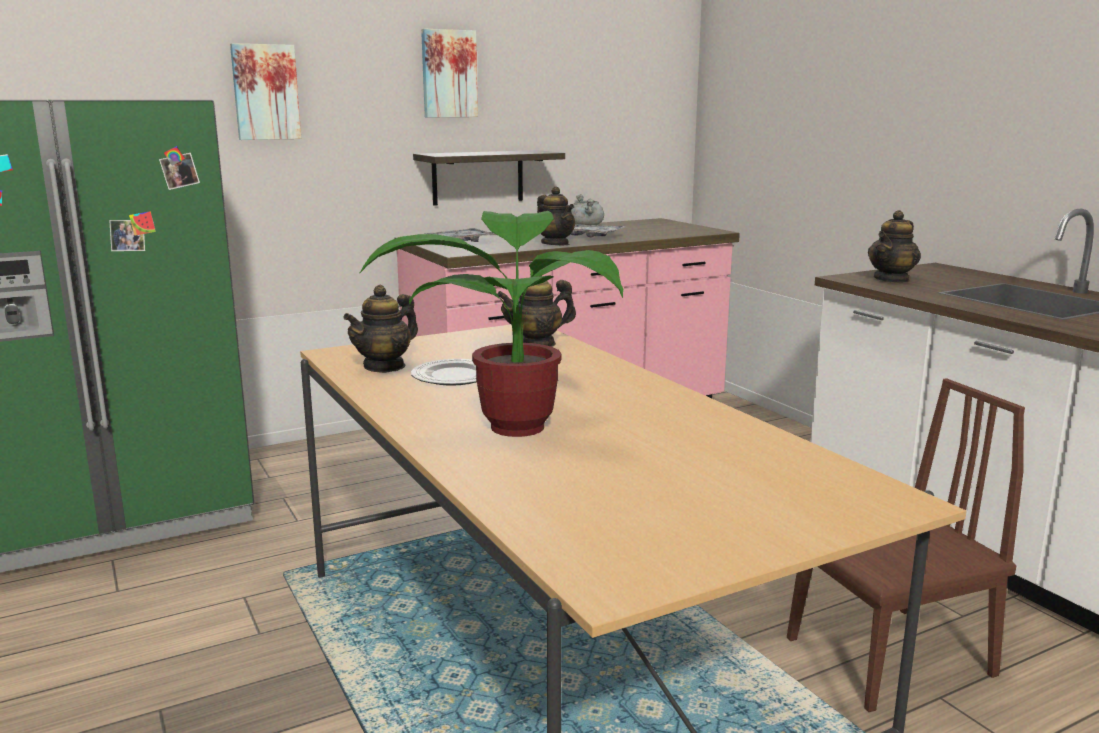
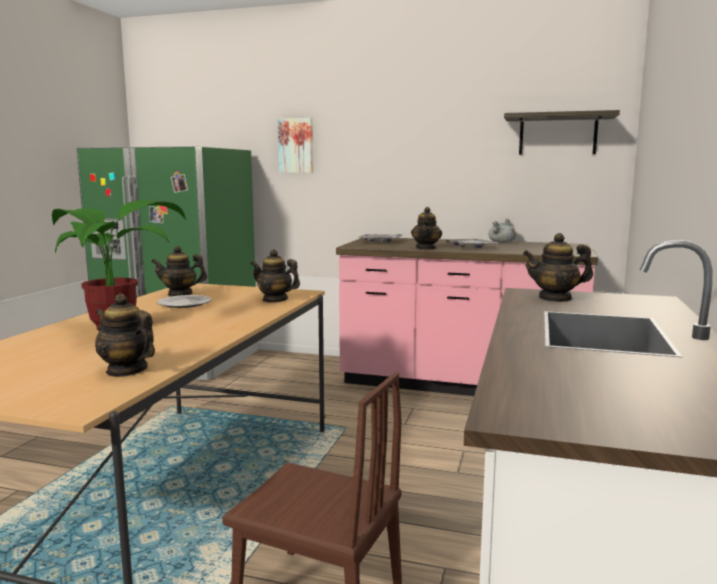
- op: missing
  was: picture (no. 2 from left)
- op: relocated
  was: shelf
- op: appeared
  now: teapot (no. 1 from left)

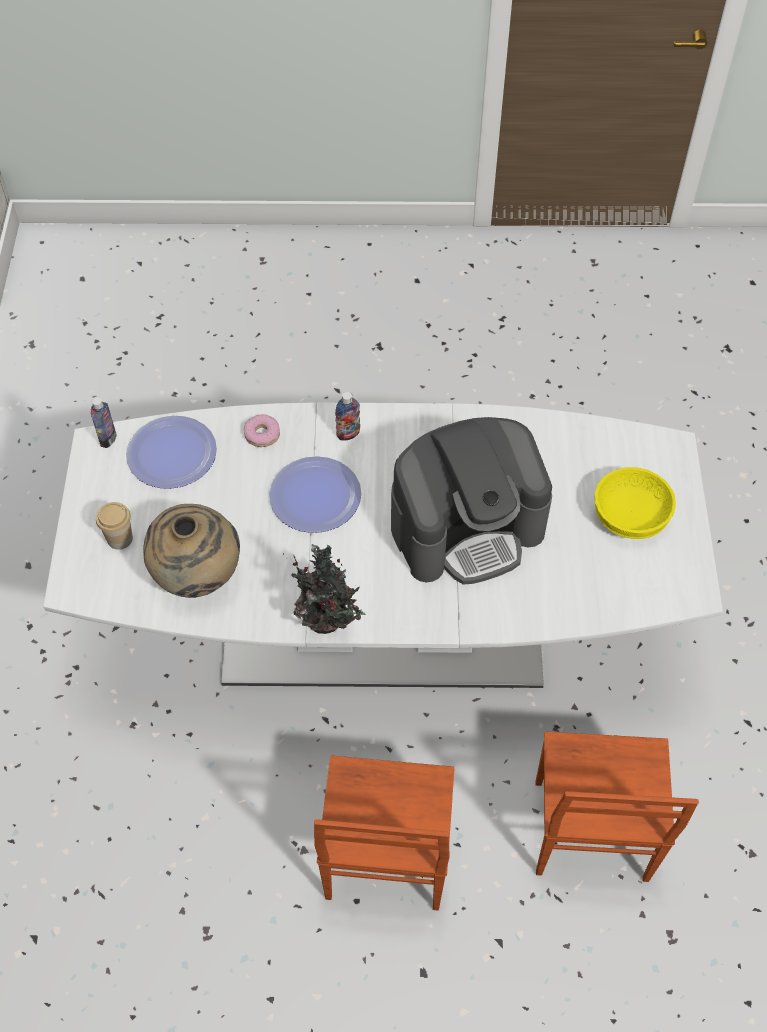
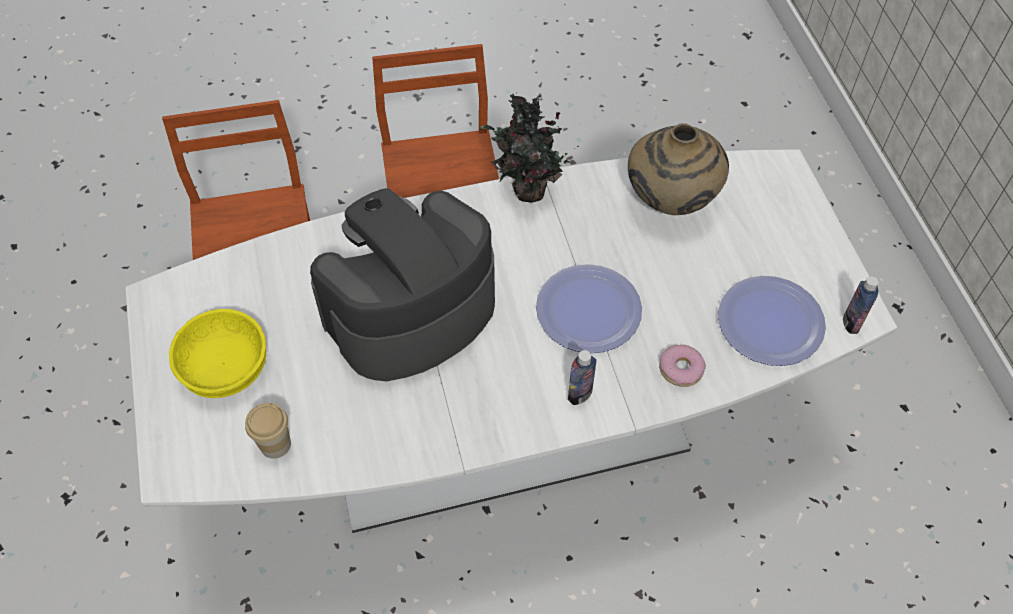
- op: relocated
  was: cup

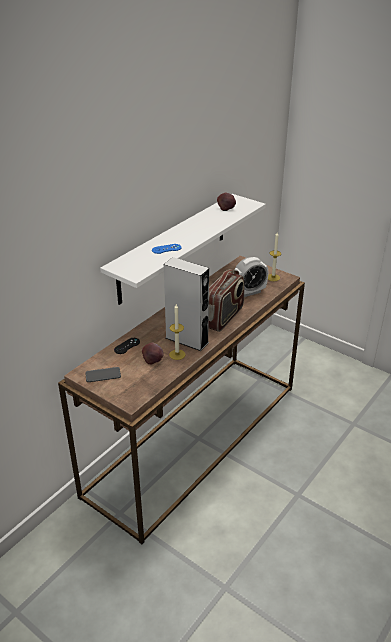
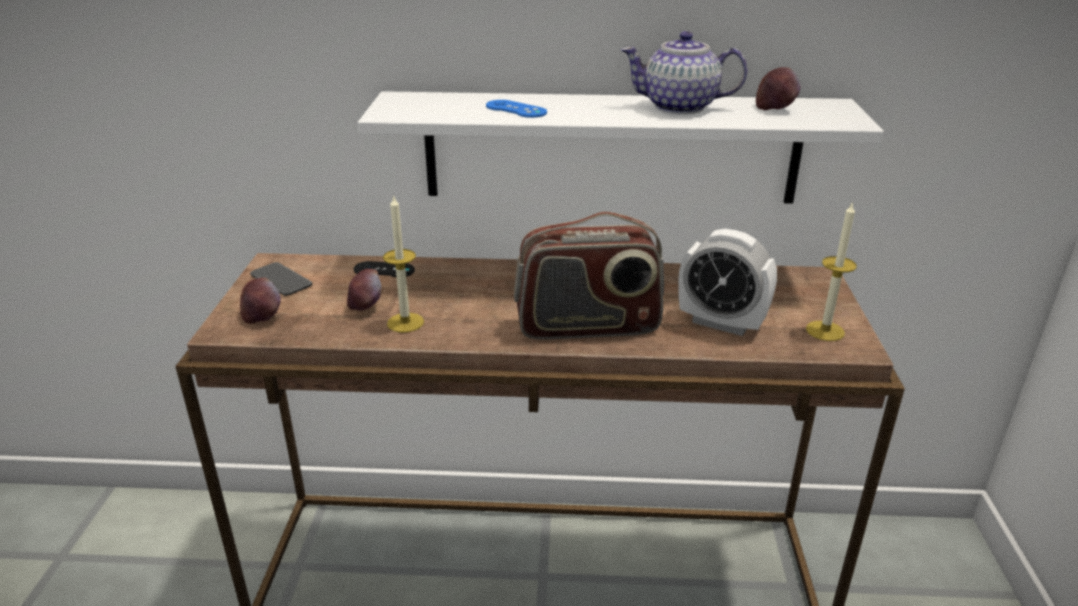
- op: missing
  was: grey speaker
- op: appeared
  now: teapot
- op: appeared
  now: apple (no. 1 from left)

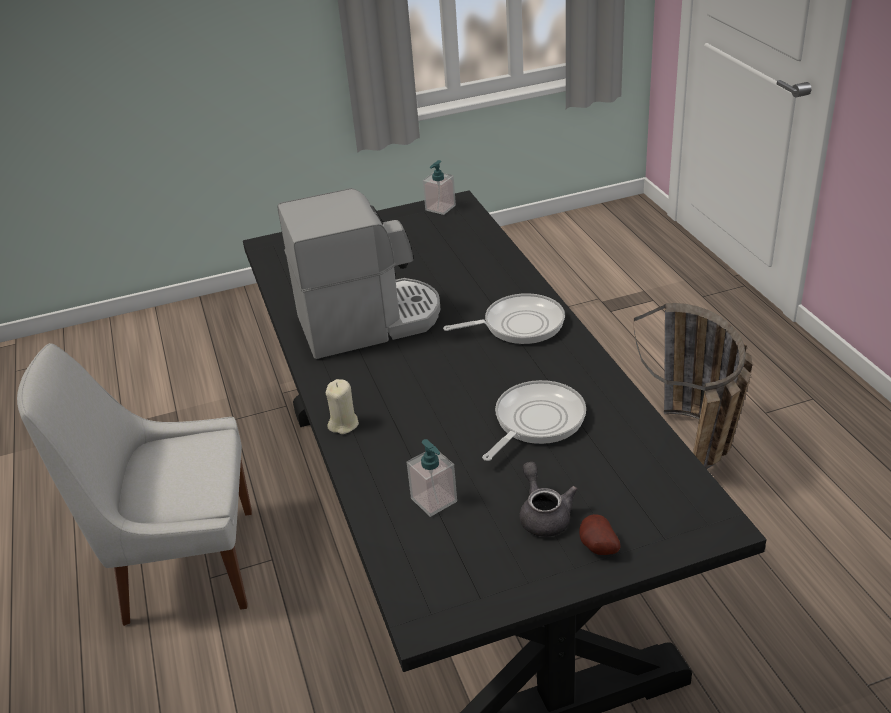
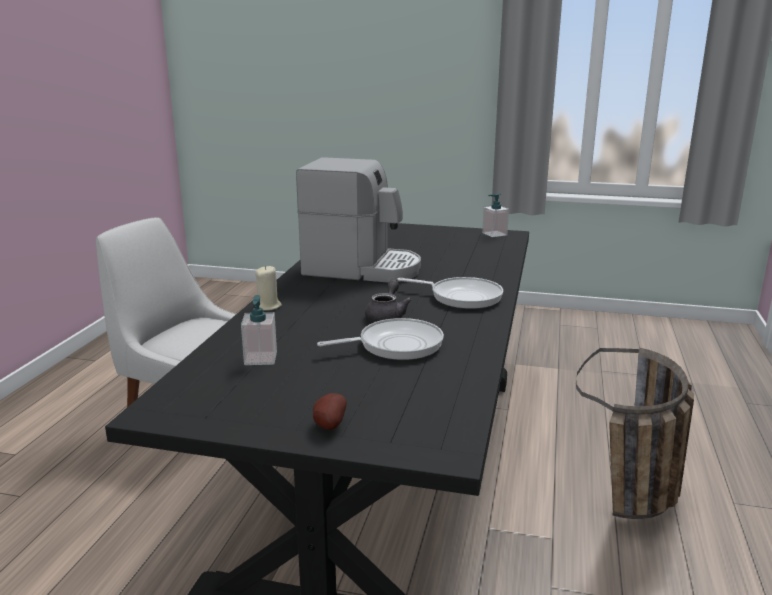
- op: relocated
  was: grey teapot

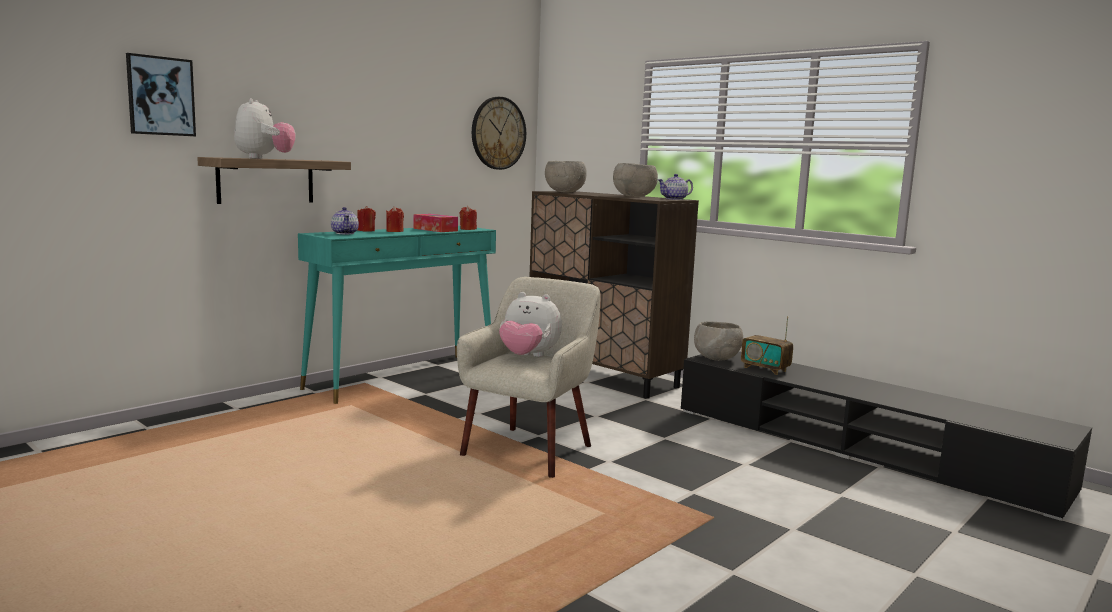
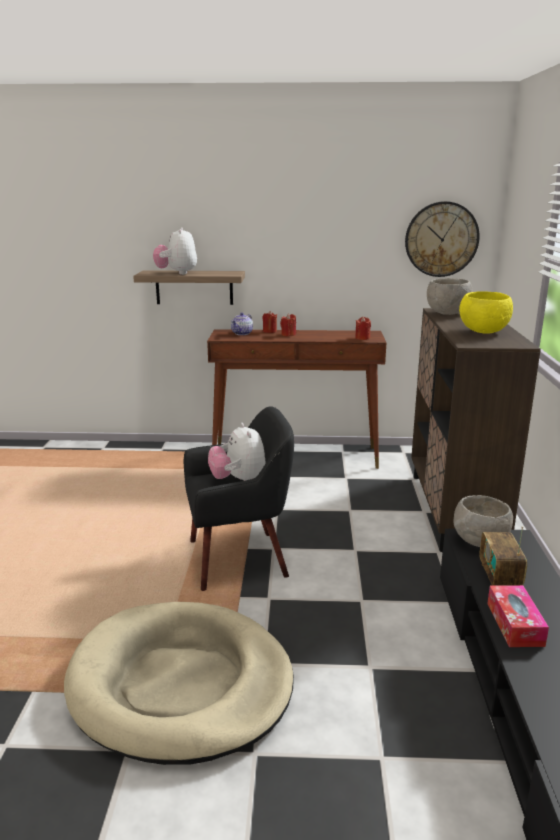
- op: missing
  was: picture
- op: spun
  was: plush toy (no. 1 from left)
  clockwise: 135
- op: colour
  was: grey bowl (no. 2 from left)
  now: yellow bowl
- op: missing
  was: teapot (no. 2 from left)
- op: relocated
  was: tissue box
- op: colour
  was: turquoise console table
  now: brown console table
- op: colour
  was: beige armchair
  now: black armchair
- op: appeared
  now: beige dog bed

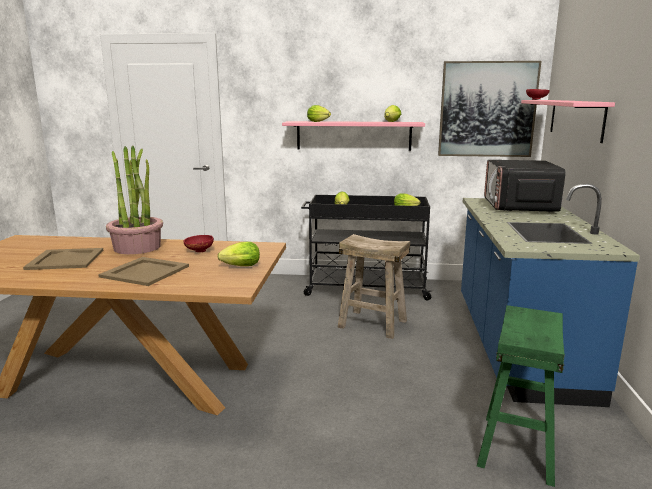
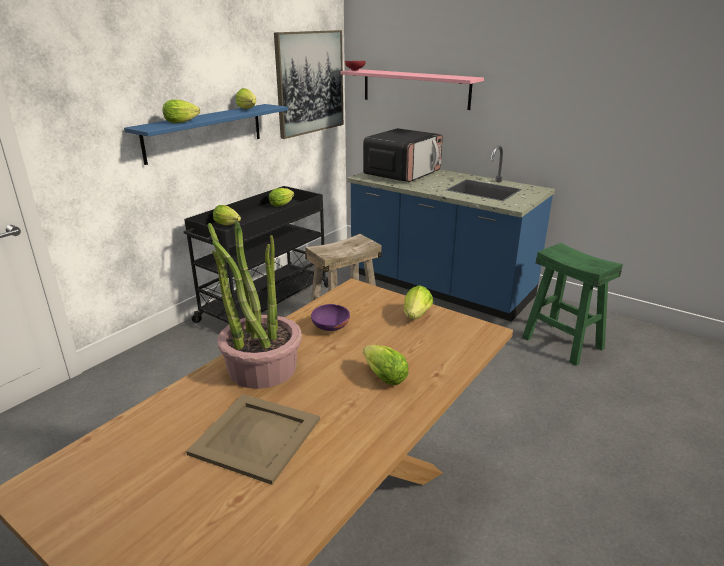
- op: colour
  was: pink shelf (no. 1 from left)
  now: blue shelf
- op: spun
  was: microwave
  clockwise: -90
- op: colour
  was: red bowl (no. 1 from left)
  now: purple bowl
- op: exchanged
  was: beige tray (no. 2 from left)
  now: lettuce (no. 5 from left)

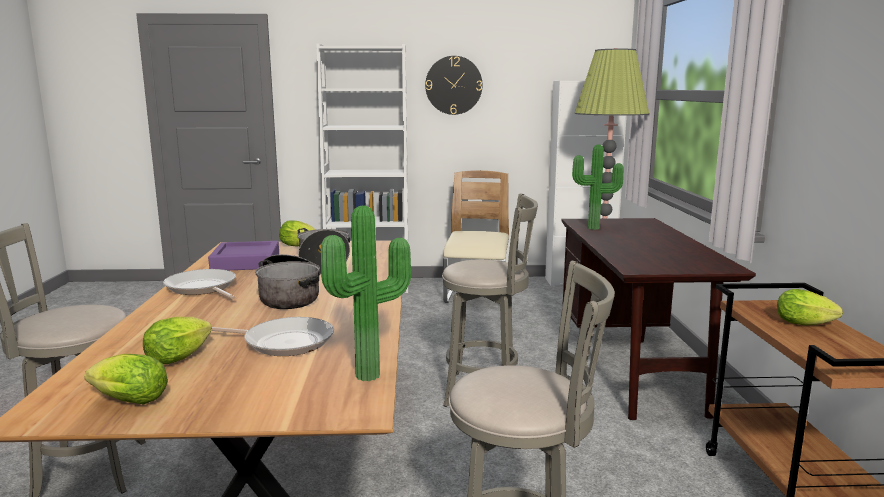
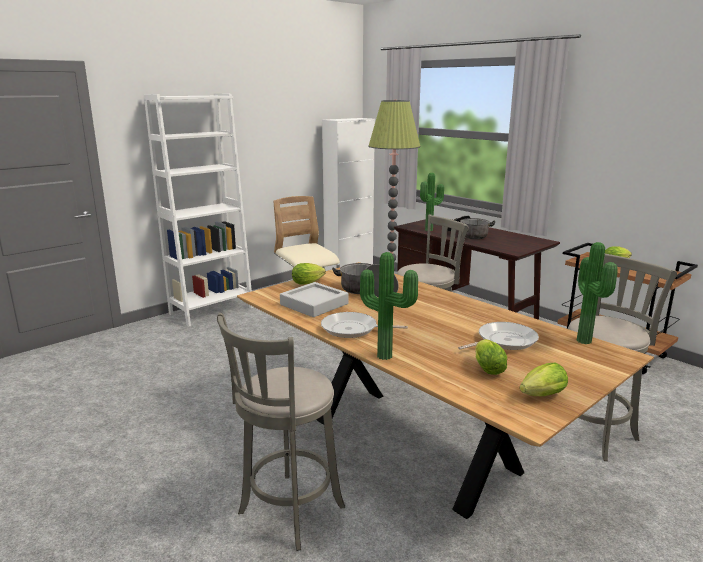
- op: missing
  was: wall clock
- op: colour
  was: purple tray
  now: grey tray
- op: relocated
  was: cooking pot (no. 1 from left in the first image)
  now: cooking pot (no. 2 from left)
- op: appeared
  now: potted plant (no. 1 from left)

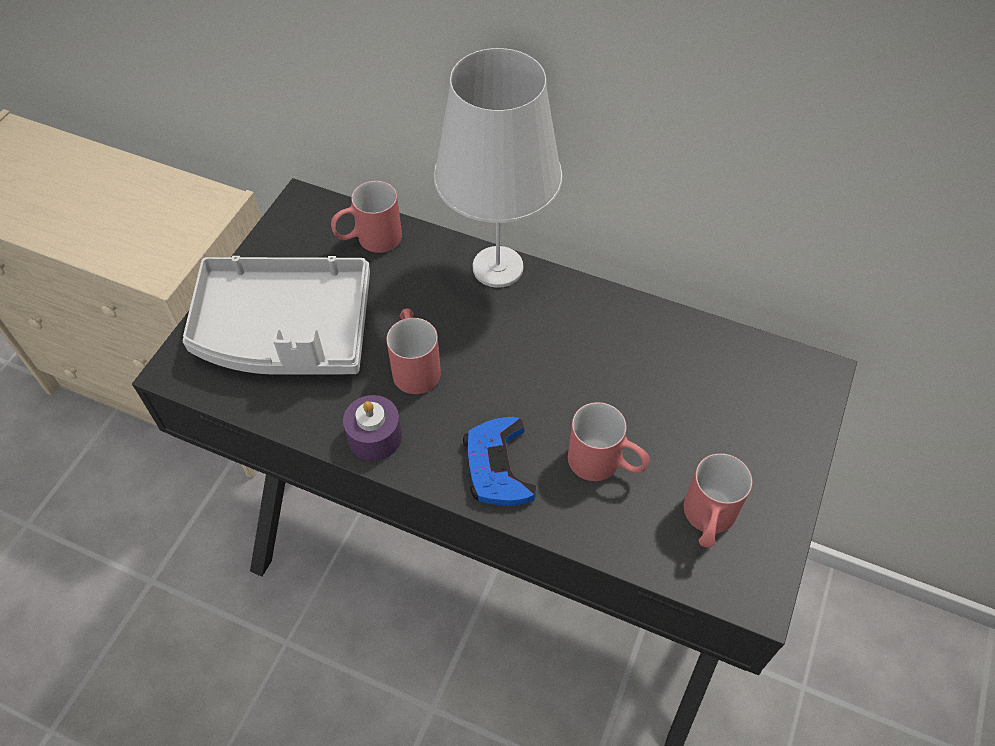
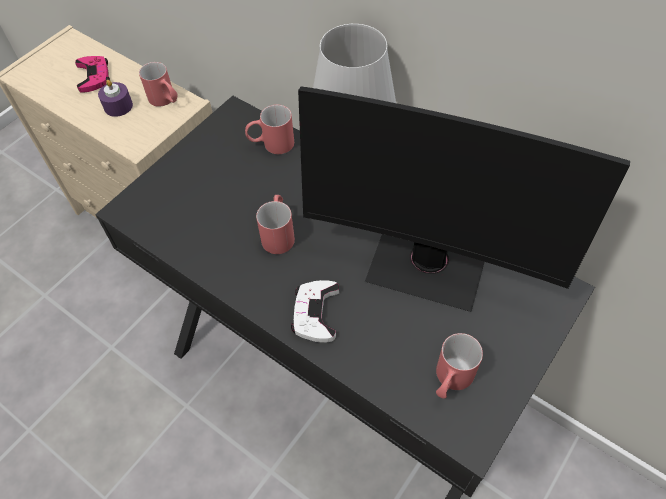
- op: missing
  was: grey tray
- op: relocated
  was: purple candle
- op: relocated
  was: red mug (no. 3 from left in the first image)
  now: red mug (no. 1 from left)
- op: colour
  was: blue game controller
  now: white game controller
- op: appeared
  now: pink game controller
- op: appeared
  now: monitor

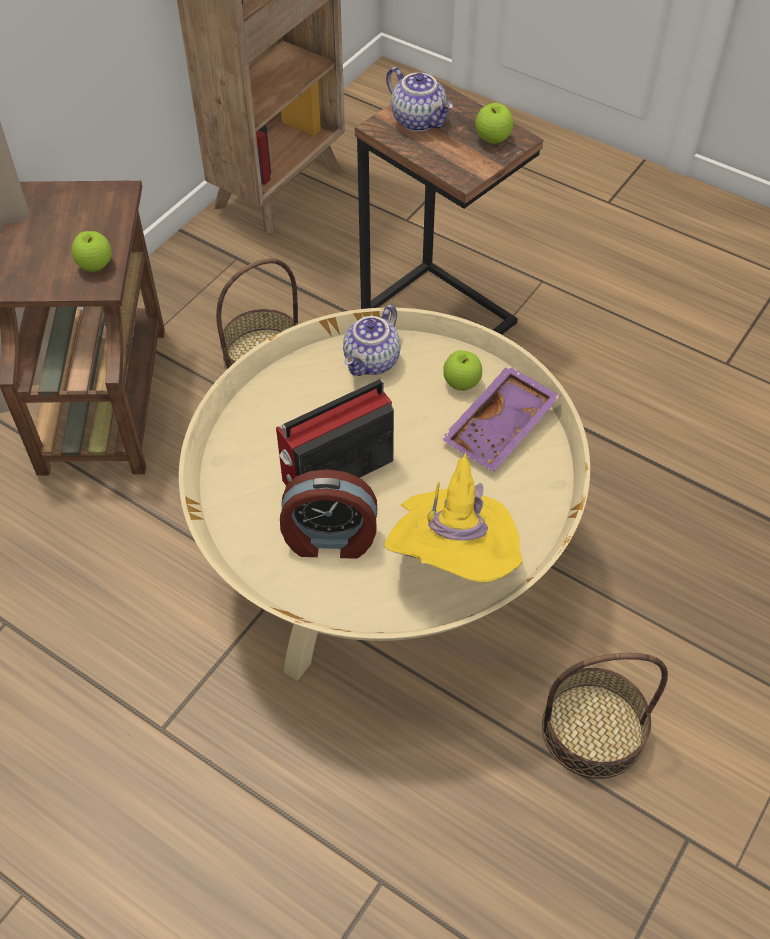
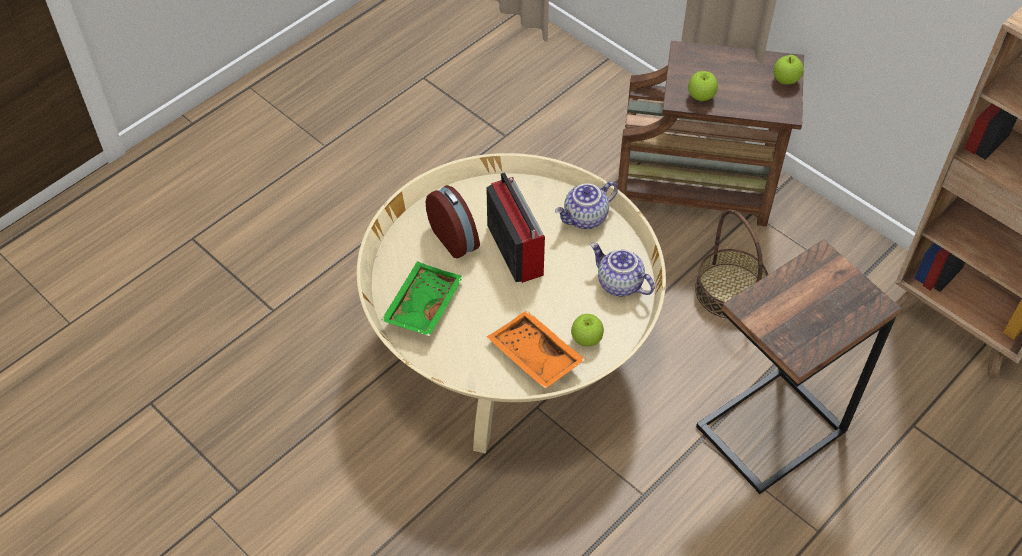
- op: relocated
  was: teapot (no. 2 from left in the first image)
  now: teapot (no. 1 from left)
- op: relocated
  was: apple (no. 3 from left)
- op: colour
  was: purple tray
  now: orange tray
- op: exchanged
  was: yellow hat
  now: green tray
- op: spun
  was: alarm clock
  clockwise: 135
- op: missing
  was: basket (no. 2 from left)

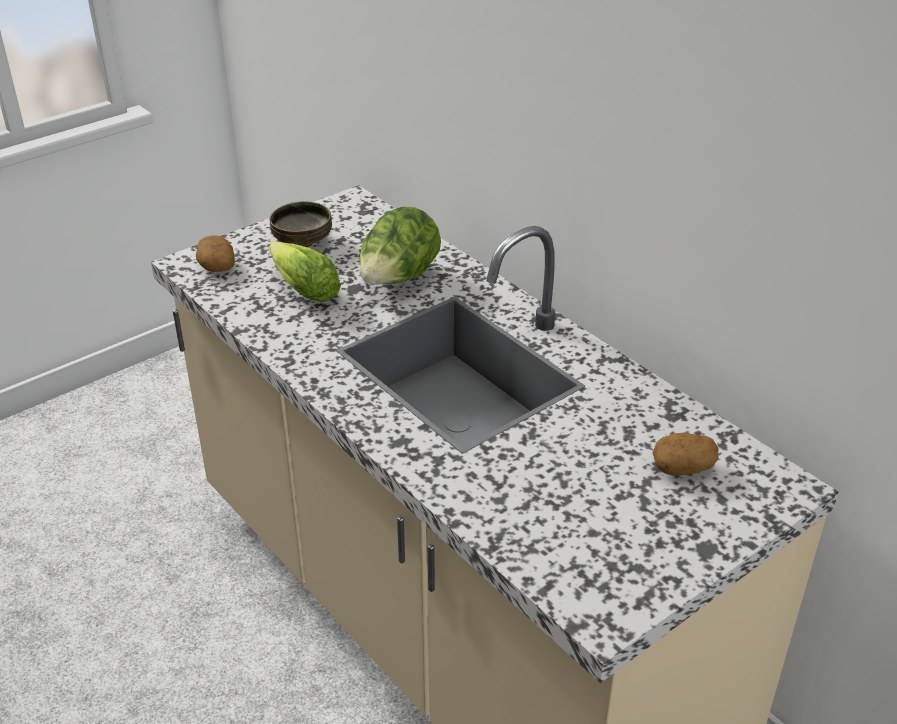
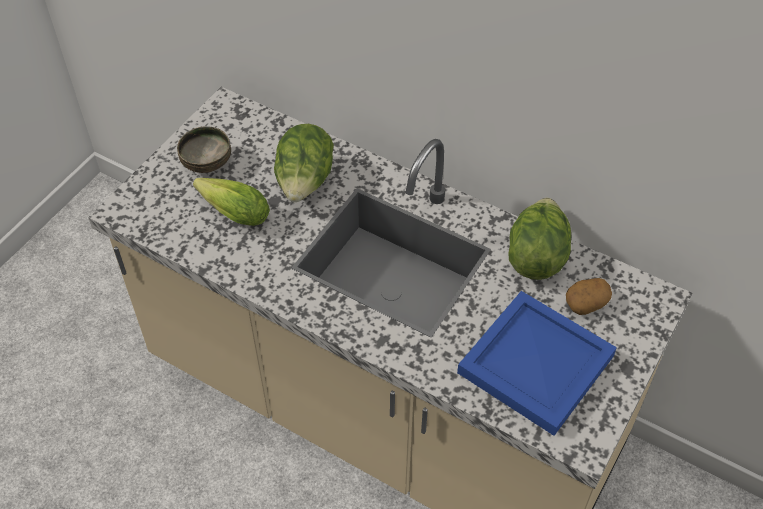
- op: missing
  was: potato (no. 1 from left)
- op: appeared
  now: lettuce (no. 3 from left)
- op: appeared
  now: blue tray

